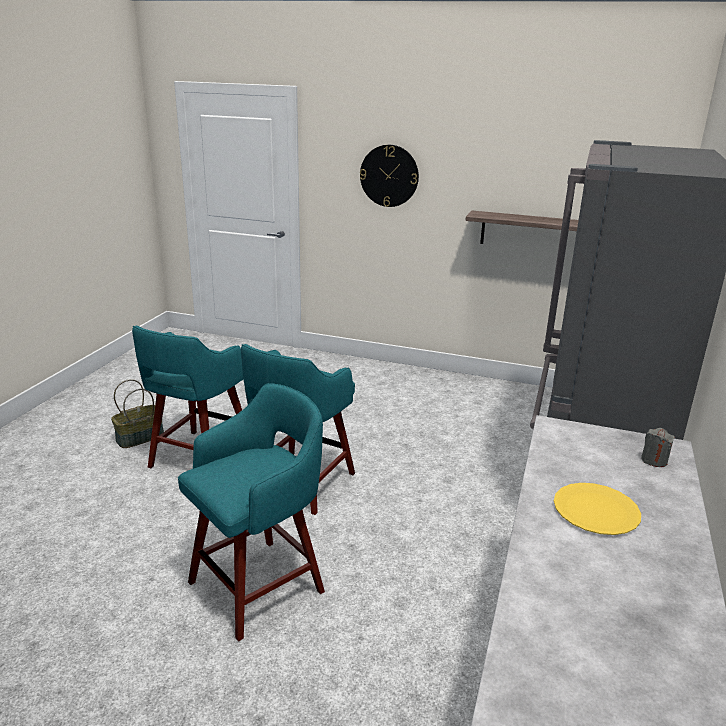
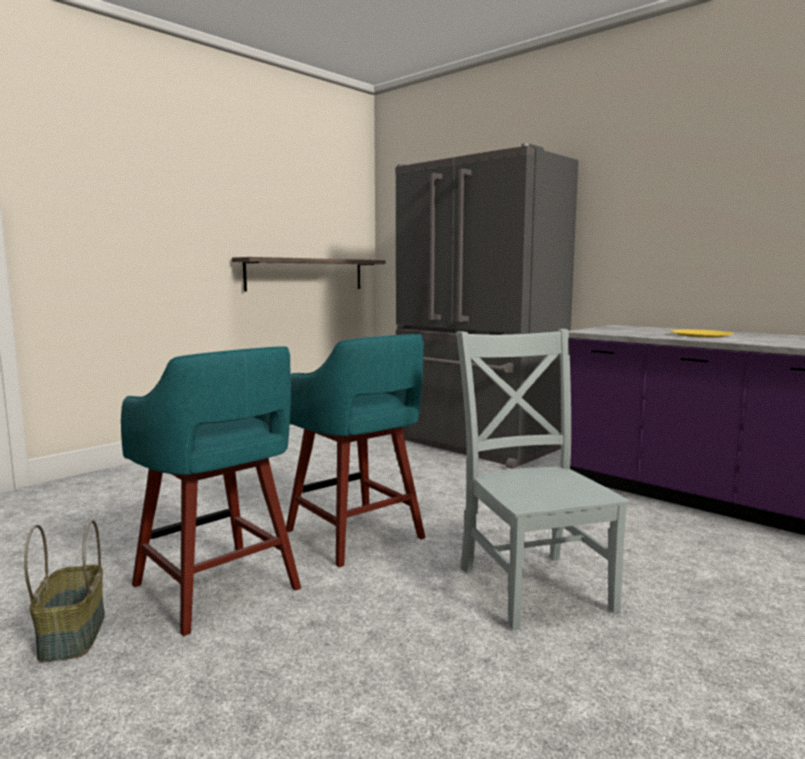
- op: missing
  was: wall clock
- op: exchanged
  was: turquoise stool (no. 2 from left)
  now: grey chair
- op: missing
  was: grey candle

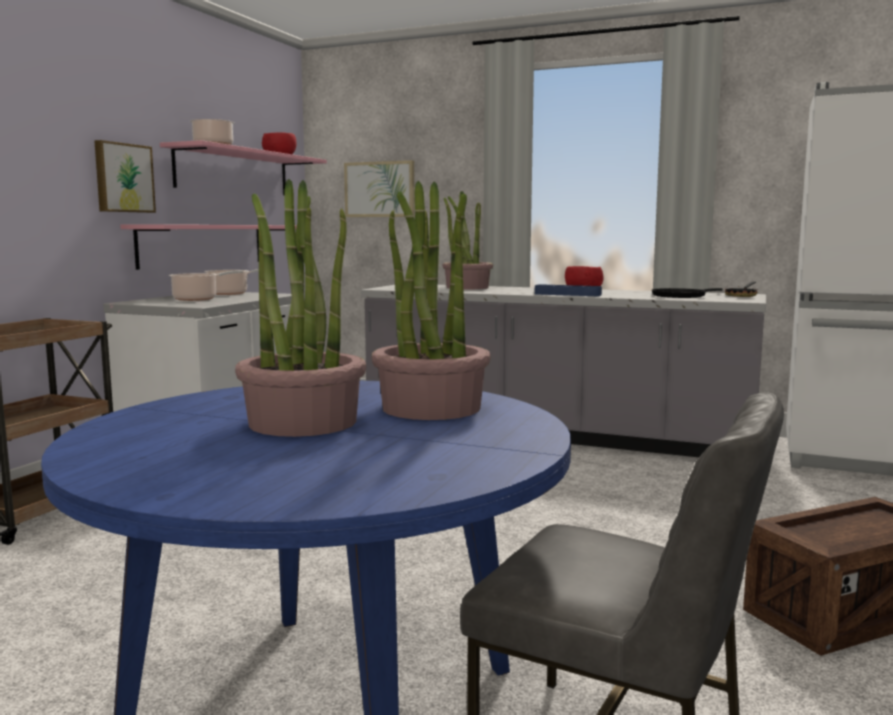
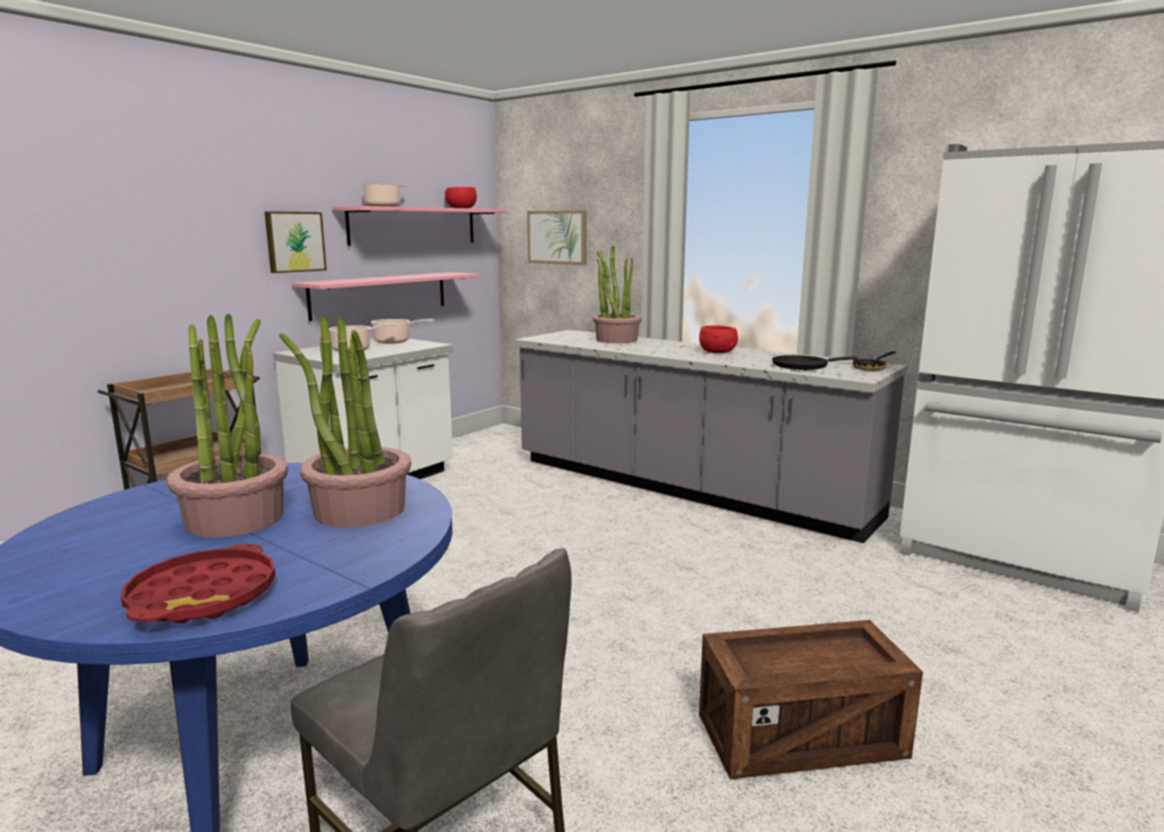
- op: missing
  was: blue tray
- op: appeared
  now: red tray

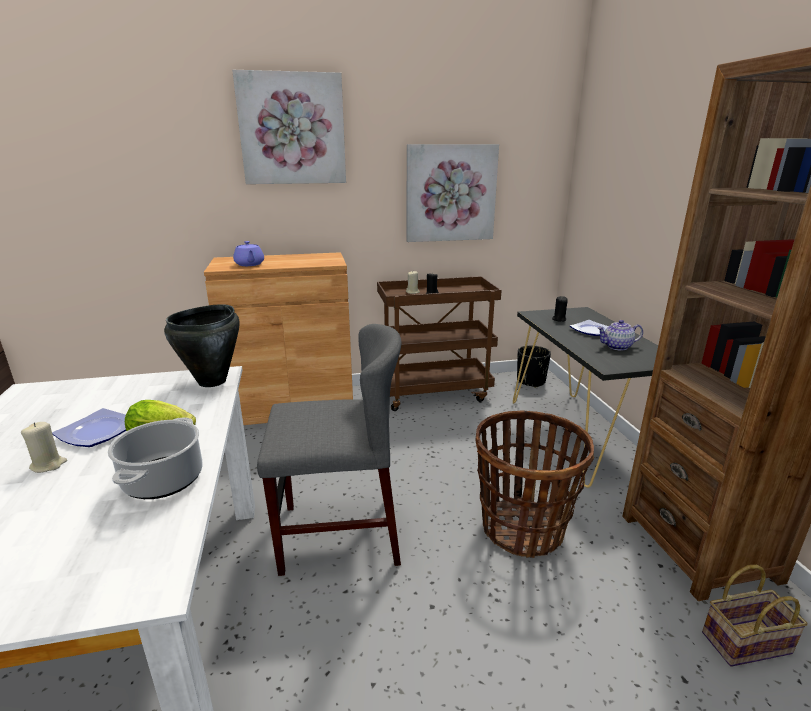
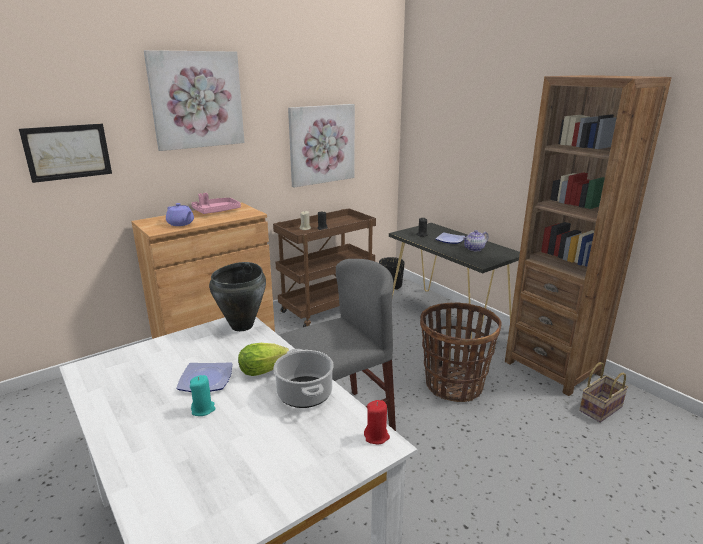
- op: colour
  was: beige candle (no. 1 from left)
  now: turquoise candle
- op: appeared
  now: picture (no. 1 from left)
- op: appeared
  now: pink tray
- op: appeared
  now: red candle

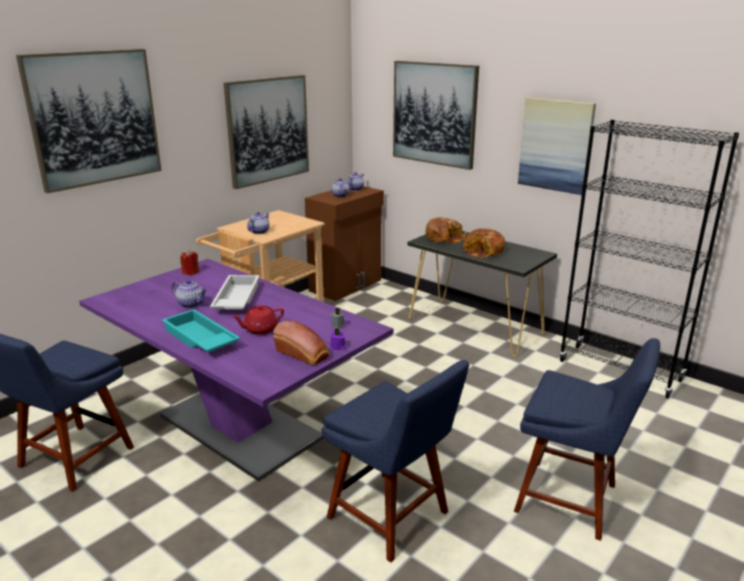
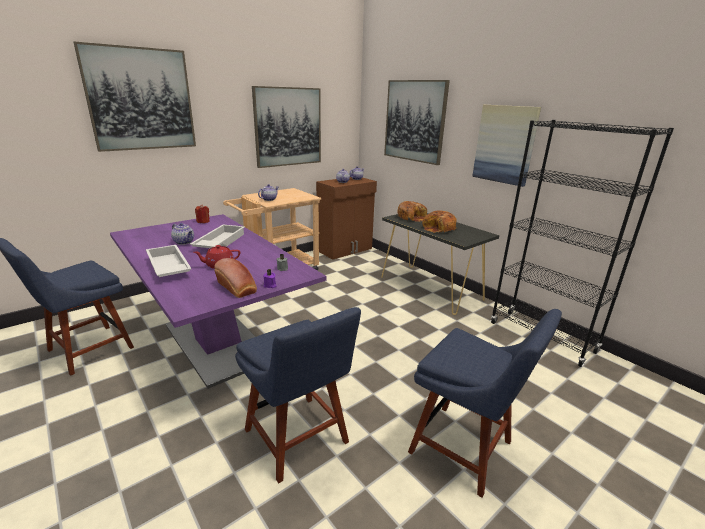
- op: colour
  was: turquoise tray
  now: white tray (no. 1 from left)

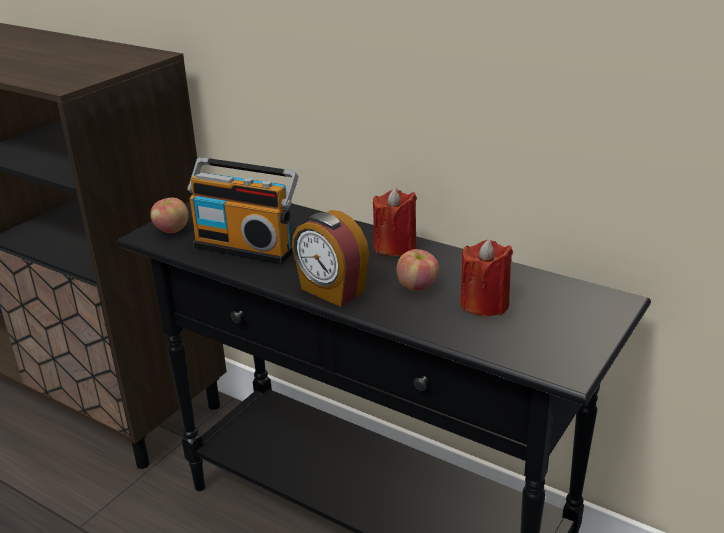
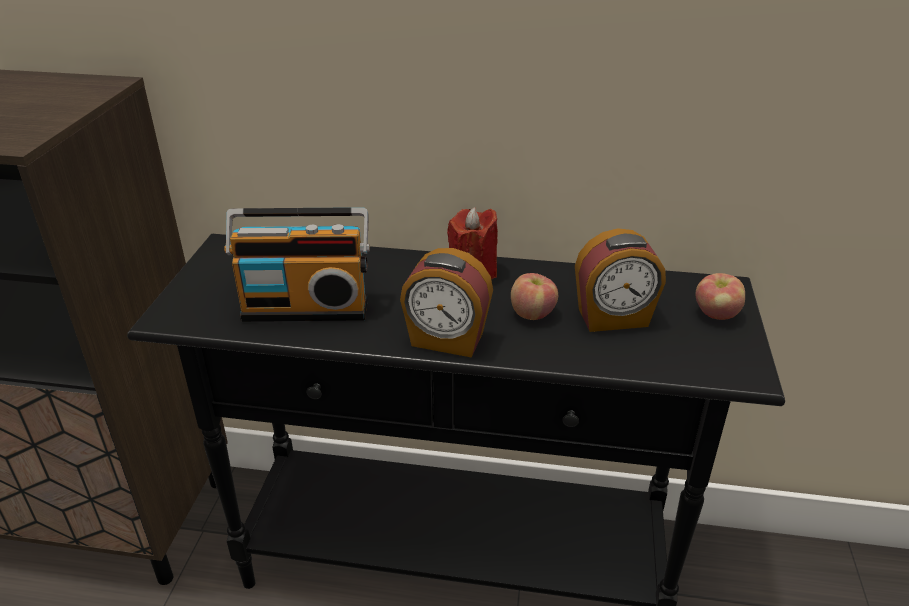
- op: relocated
  was: apple (no. 1 from left in the first image)
  now: apple (no. 2 from left)
- op: exchanged
  was: red candle (no. 2 from left)
  now: alarm clock (no. 2 from left)

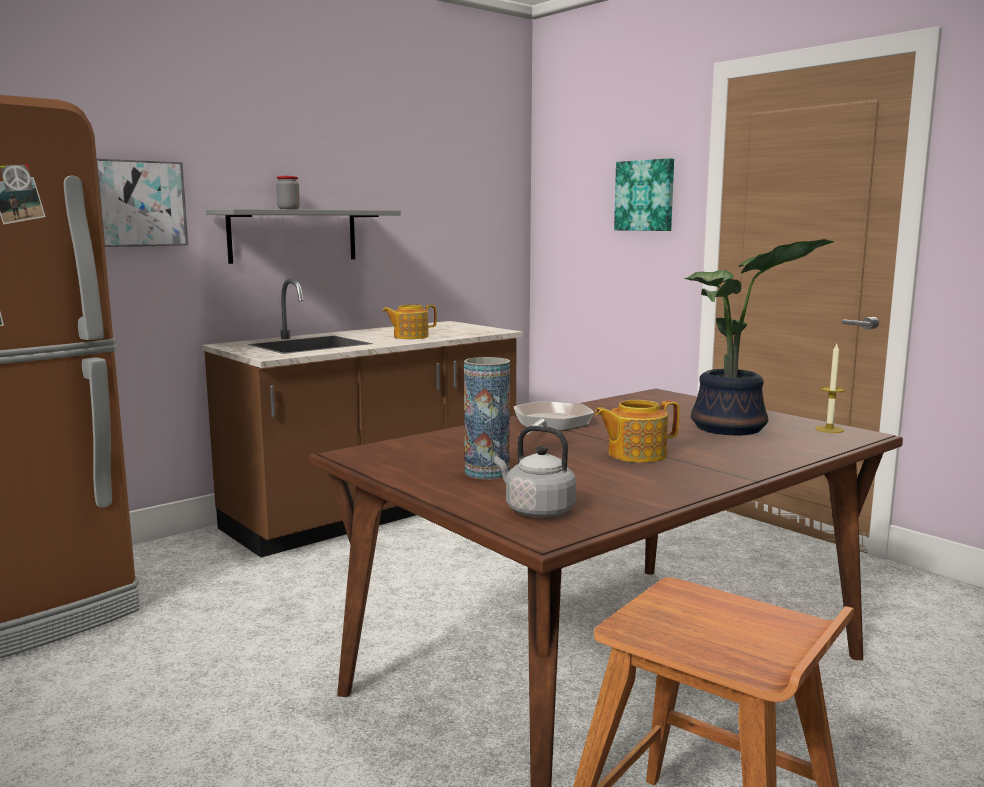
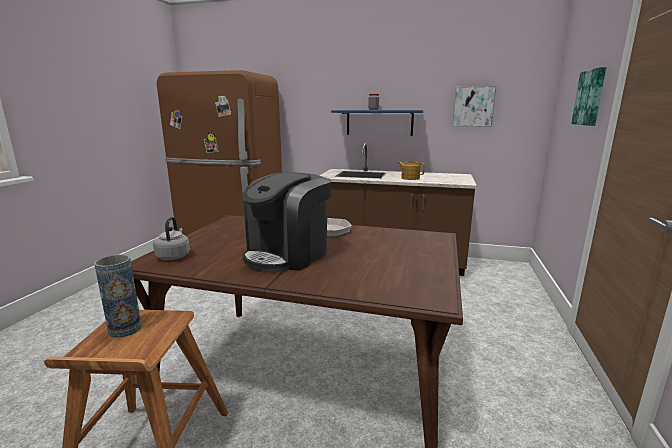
- op: relocated
  was: picture (no. 1 from left)
- op: colour
  was: grey shelf
  now: blue shelf
- op: missing
  was: potted plant
- op: missing
  was: candle
- op: relocated
  was: vase
- op: exchanged
  was: teapot (no. 2 from left)
  now: coffee machine

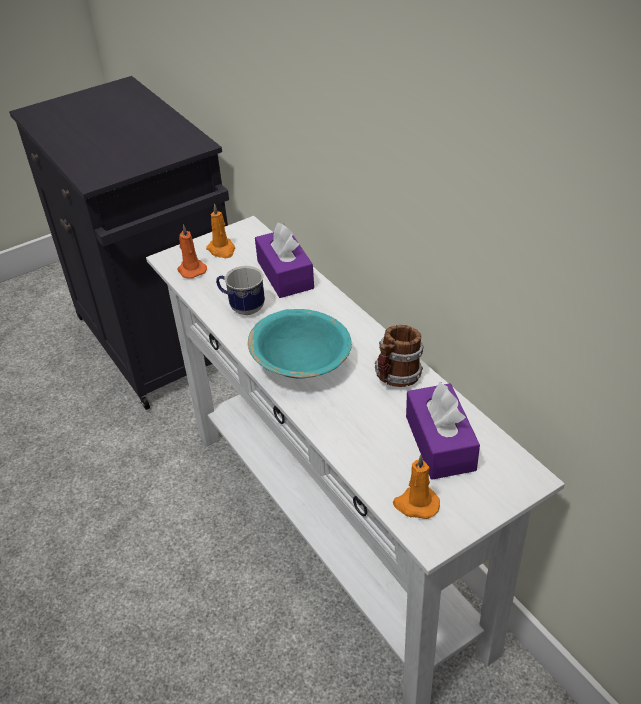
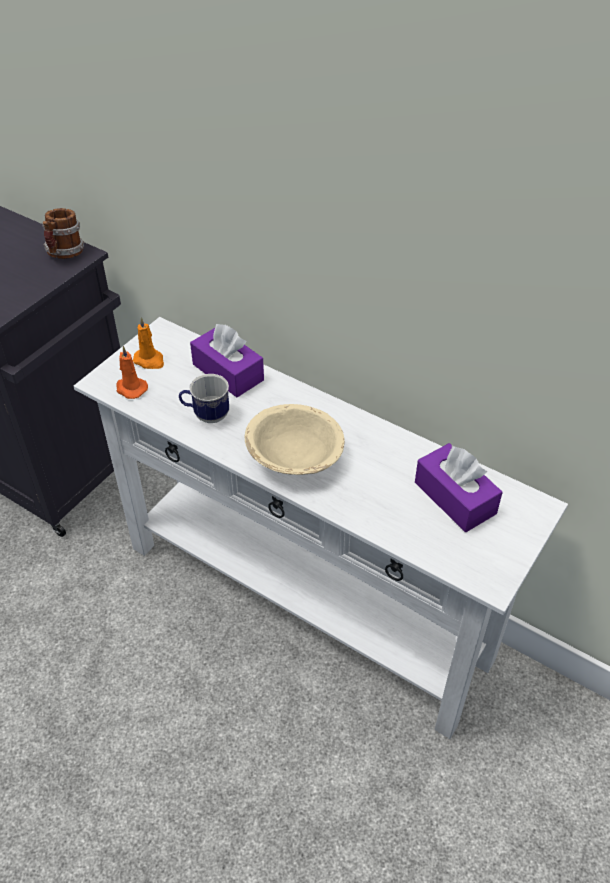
- op: colour
  was: turquoise bowl
  now: beige bowl
- op: relocated
  was: mug (no. 2 from left in the first image)
  now: mug (no. 1 from left)
- op: missing
  was: orange candle (no. 3 from left)

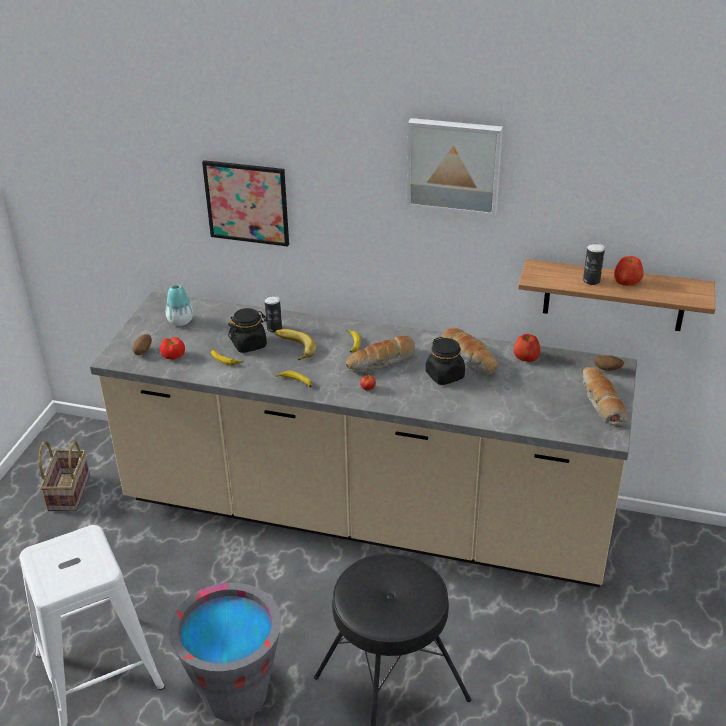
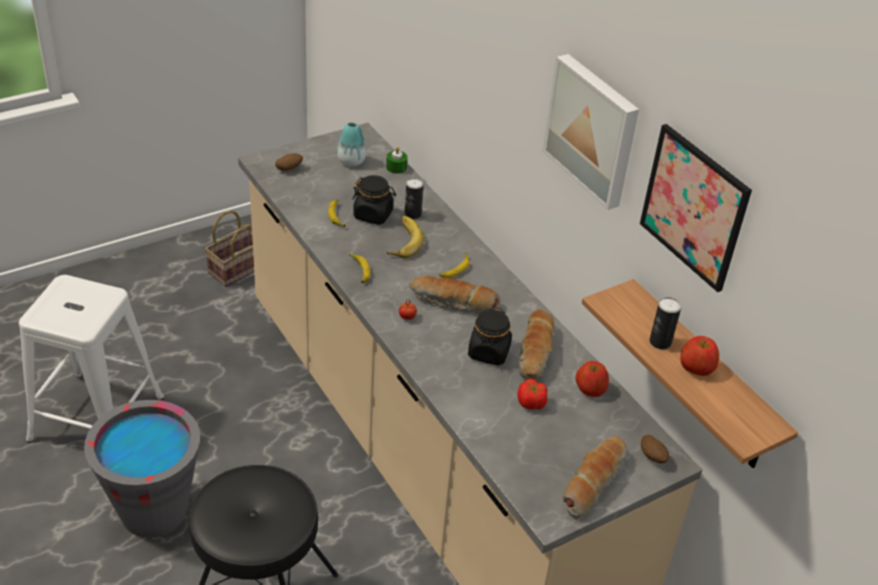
- op: relocated
  was: picture (no. 1 from left in the first image)
  now: picture (no. 2 from left)
- op: relocated
  was: tomato (no. 1 from left in the first image)
  now: tomato (no. 2 from left)
- op: appeared
  now: green candle

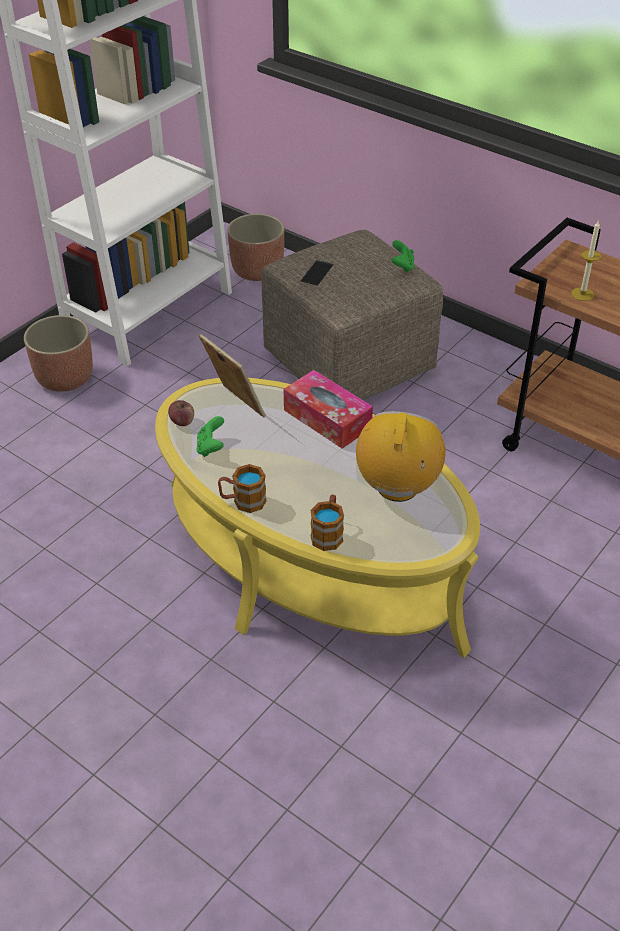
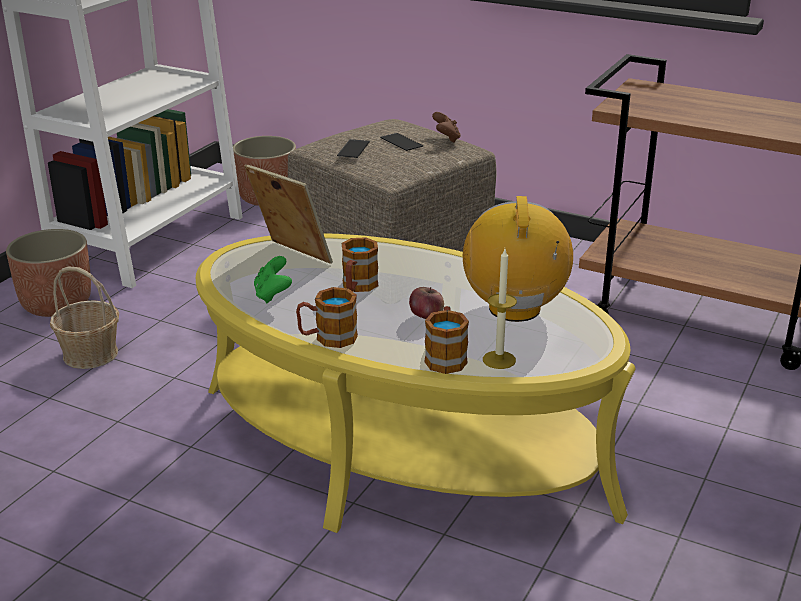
- op: relocated
  was: candle
- op: colour
  was: green game controller (no. 2 from left)
  now: brown game controller
- op: missing
  was: tissue box
- op: relocated
  was: apple
- op: appeared
  now: phone (no. 2 from left)
- op: appeared
  now: mug (no. 2 from left)
- op: appeared
  now: basket

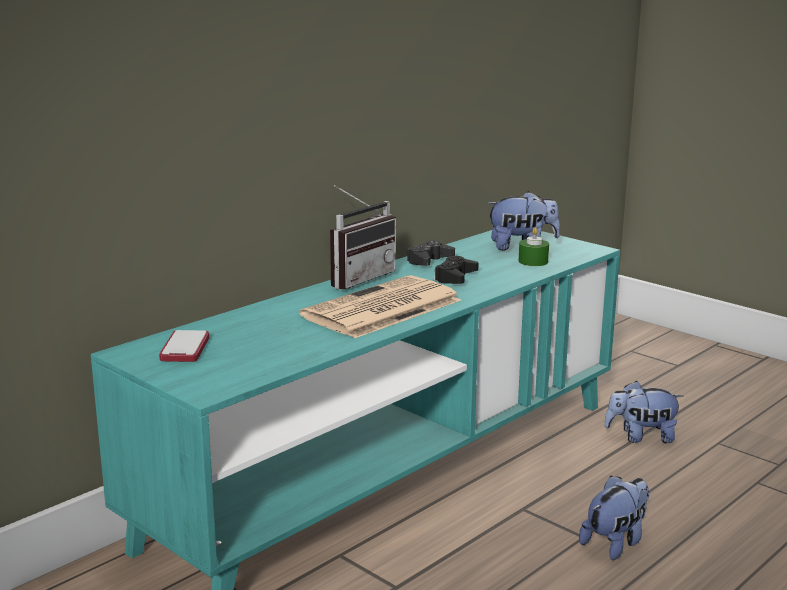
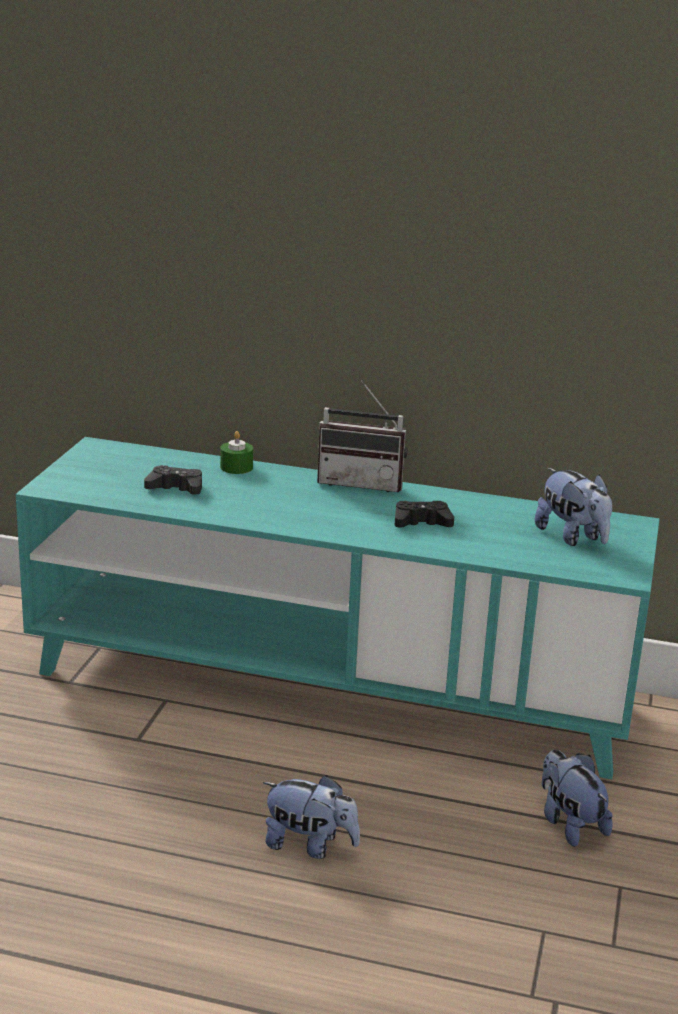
- op: relocated
  was: green candle
- op: relocated
  was: black game controller (no. 1 from left)
- op: missing
  was: newspaper
- op: missing
  was: phone

